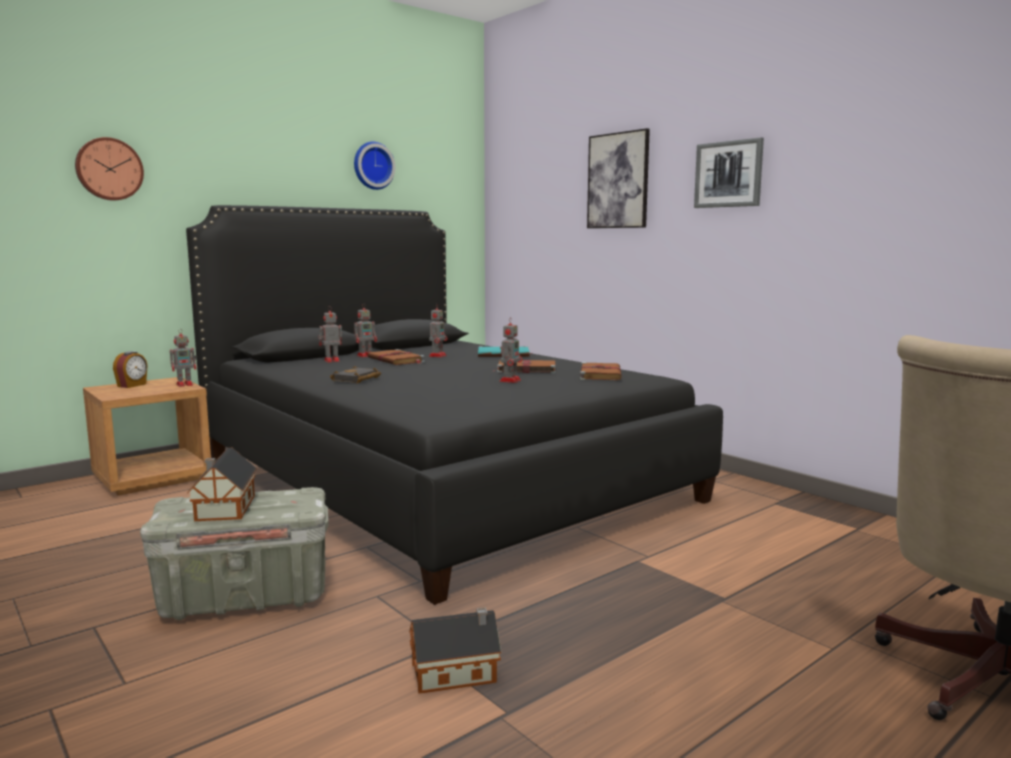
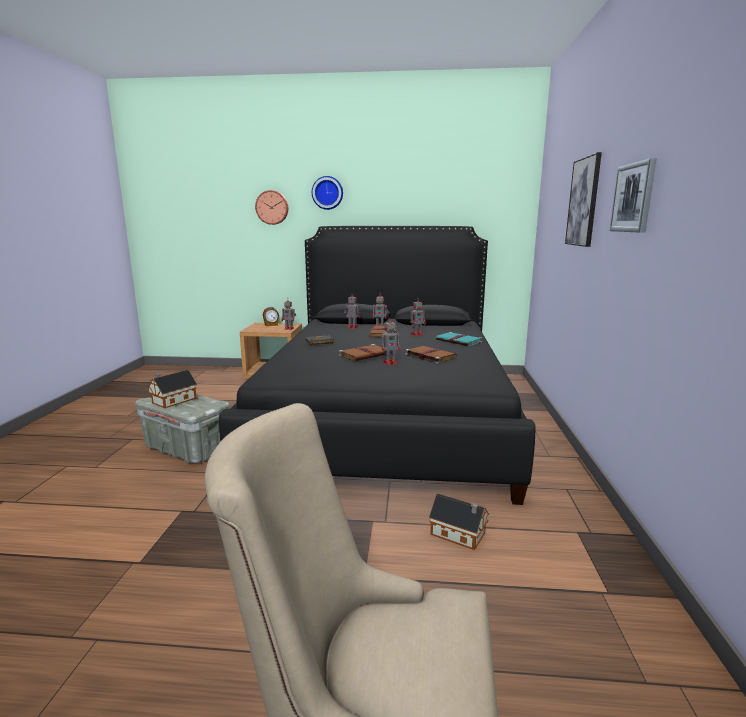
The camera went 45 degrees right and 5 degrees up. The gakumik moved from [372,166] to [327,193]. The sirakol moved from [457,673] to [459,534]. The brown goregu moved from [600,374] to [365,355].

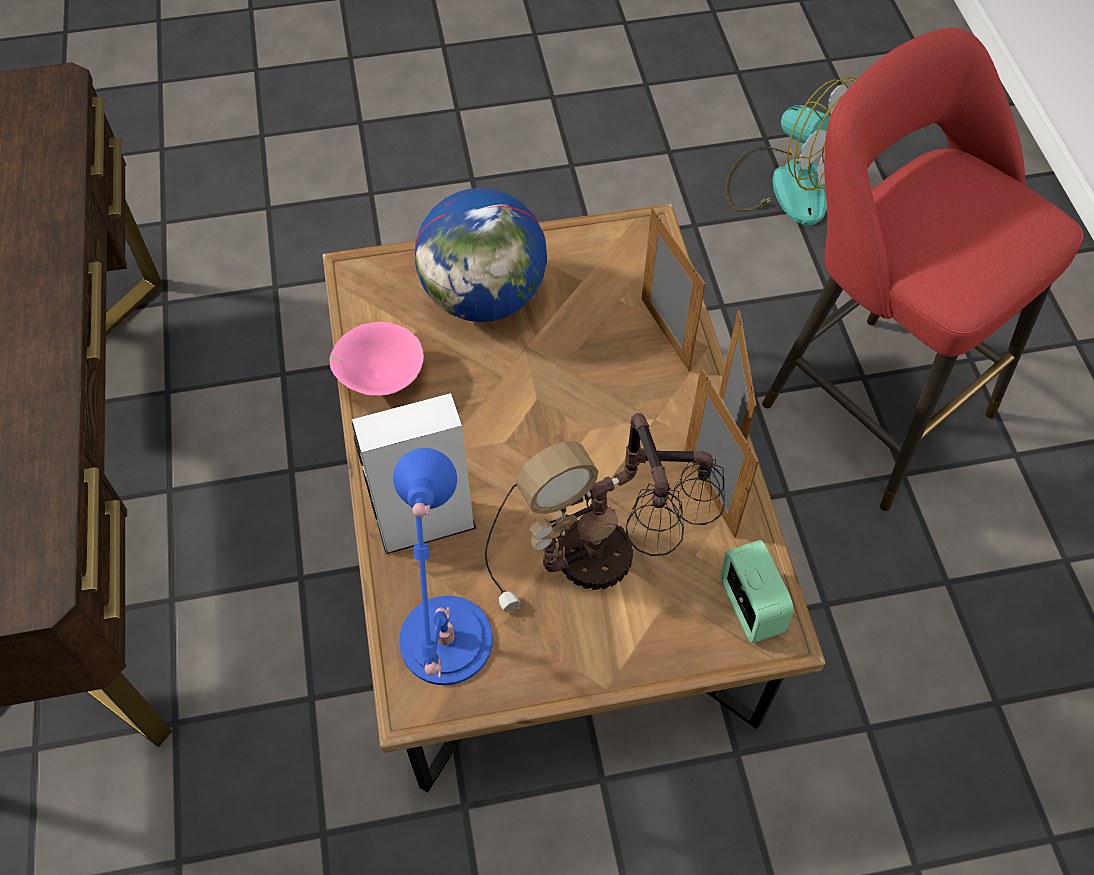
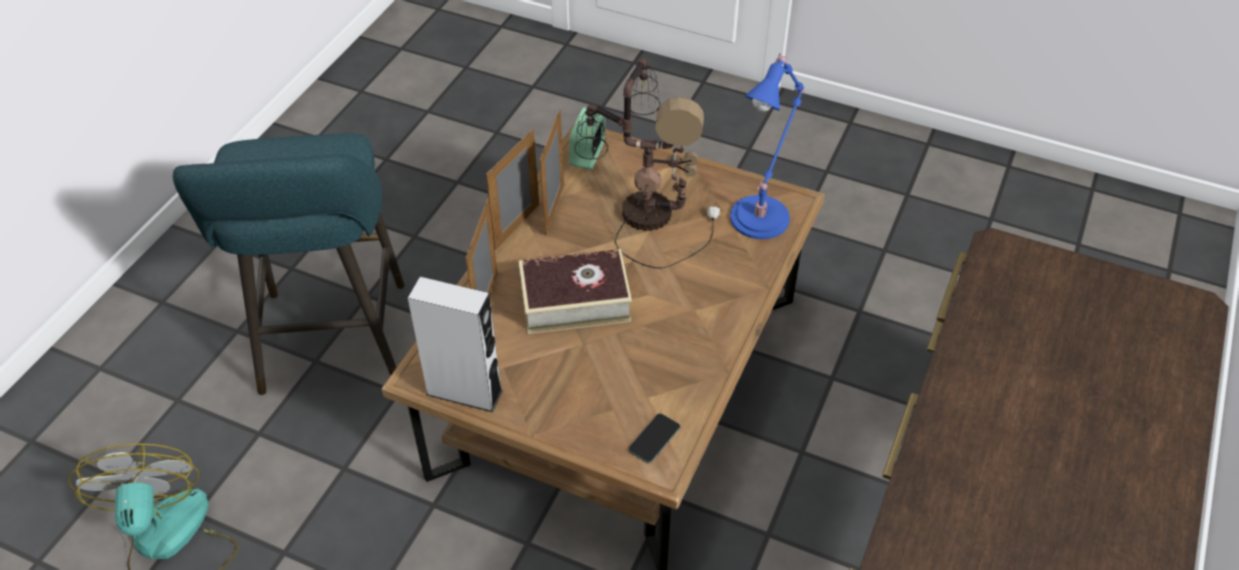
The camera went 145 degrees left and 10 degrees down. The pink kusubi at [379,377] disappeared. The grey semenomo moved from [426,525] to [464,392]. The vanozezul at [484,297] disappeared. The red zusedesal at [867,400] became the turquoise zusedesal at [333,346]. The goregu at [575,301] appeared. The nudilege at [654,438] appeared.

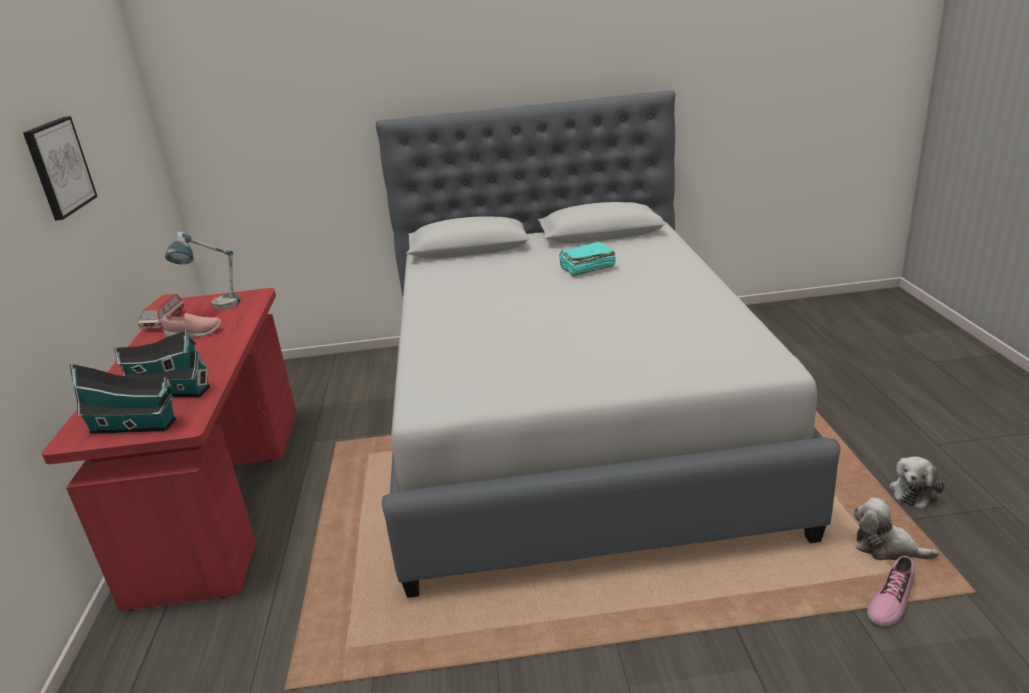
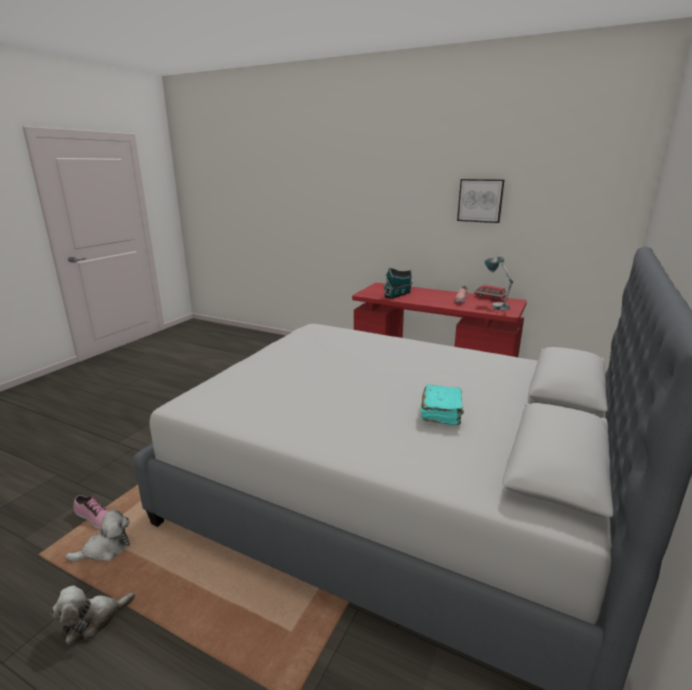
The camera went 120 degrees right and 5 degrees down. The sirakol at [136,426] disappeared. The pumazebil at [890,599] turned 135 degrees clockwise. The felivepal at [914,491] turned 105 degrees counterclockwise.

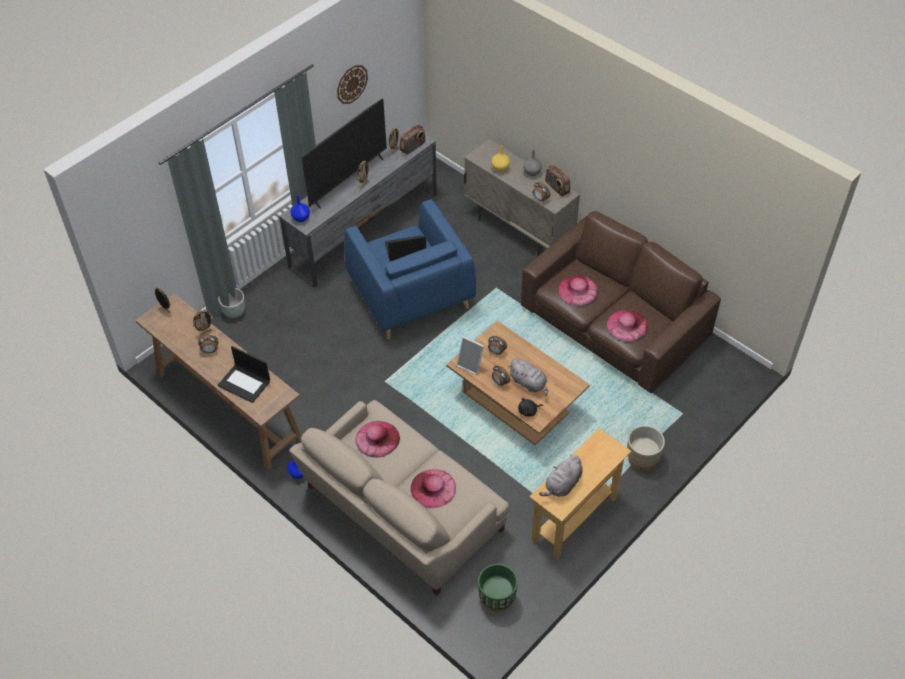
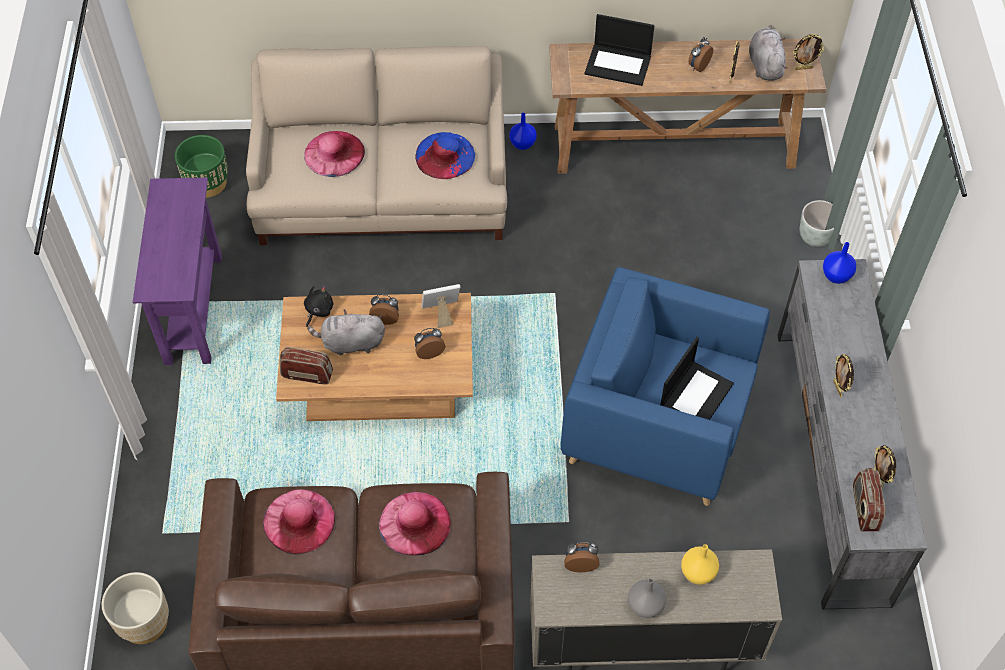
The camera went 135 degrees right and 5 degrees up. The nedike at [245,383] turned 150 degrees counterclockwise. The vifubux at [348,180] disappeared. The gakumik at [351,84] disappeared. The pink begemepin at [377,439] became the blue begemepin at [445,155]. The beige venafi at [574,518] became the purple venafi at [193,309]. The grey felivepal moved from [562,485] to [765,64]. The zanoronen moved from [557,188] to [307,374]. The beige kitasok moved from [642,459] to [144,622].

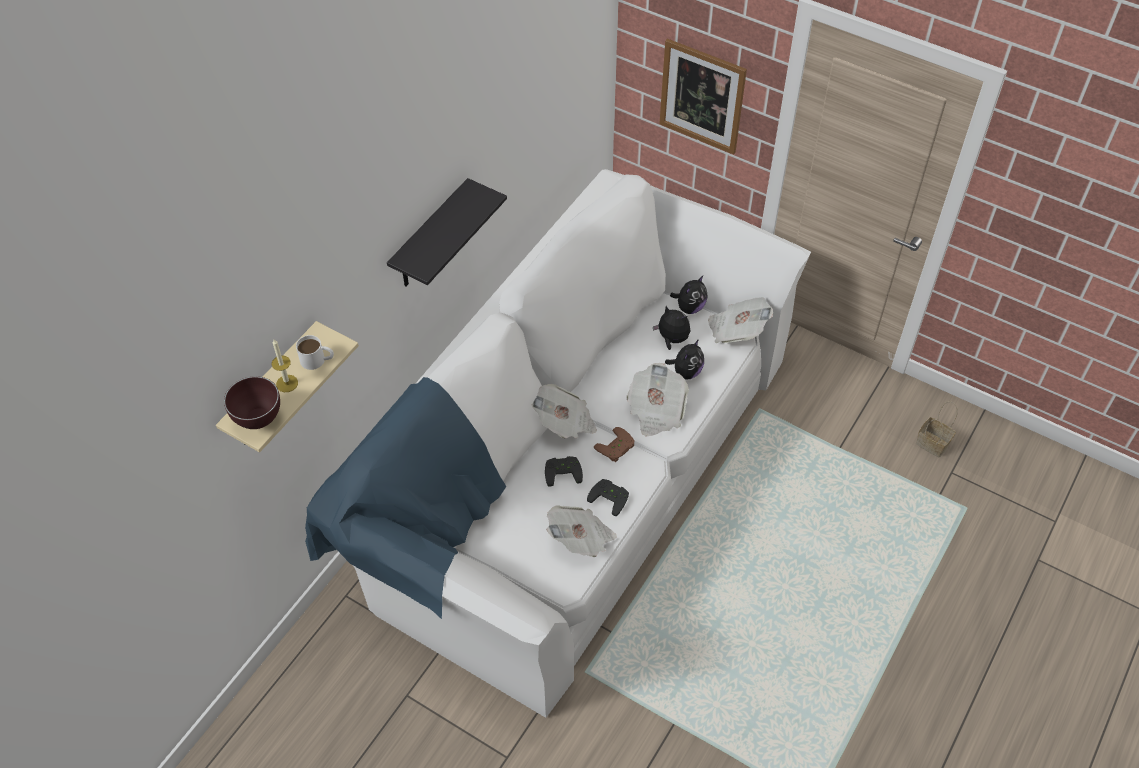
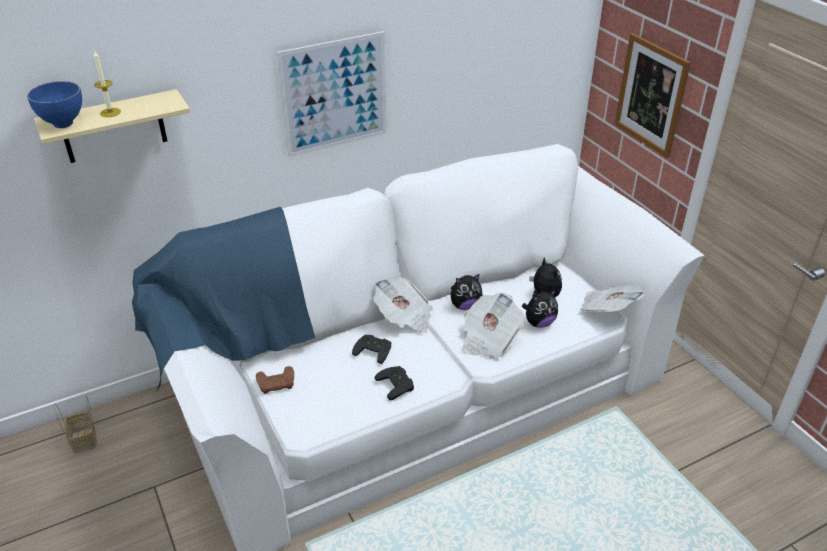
The camera went 30 degrees right and 15 degrees down. The brown kusubi at [257,421] became the blue kusubi at [62,124]. The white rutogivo at [317,360] disappeared. The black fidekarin at [430,237] was replaced by the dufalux at [334,94]. The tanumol at [581,539] disappeared. The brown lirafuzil moved from [616,448] to [276,384]. The felivepal moved from [689,307] to [465,306]. The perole moved from [933,444] to [85,441].

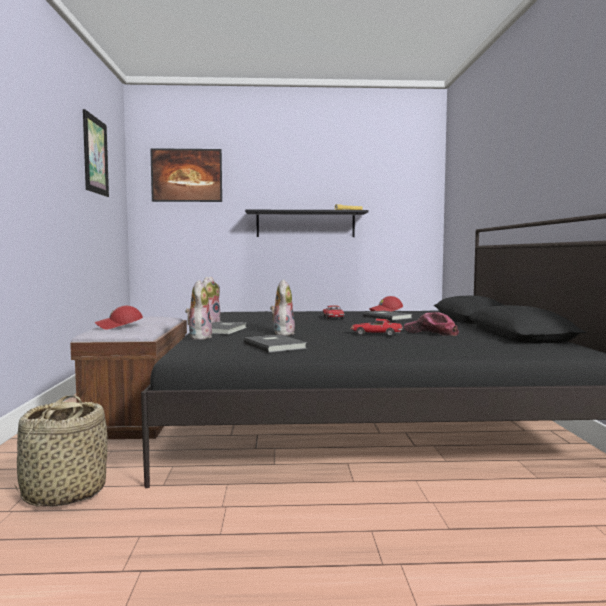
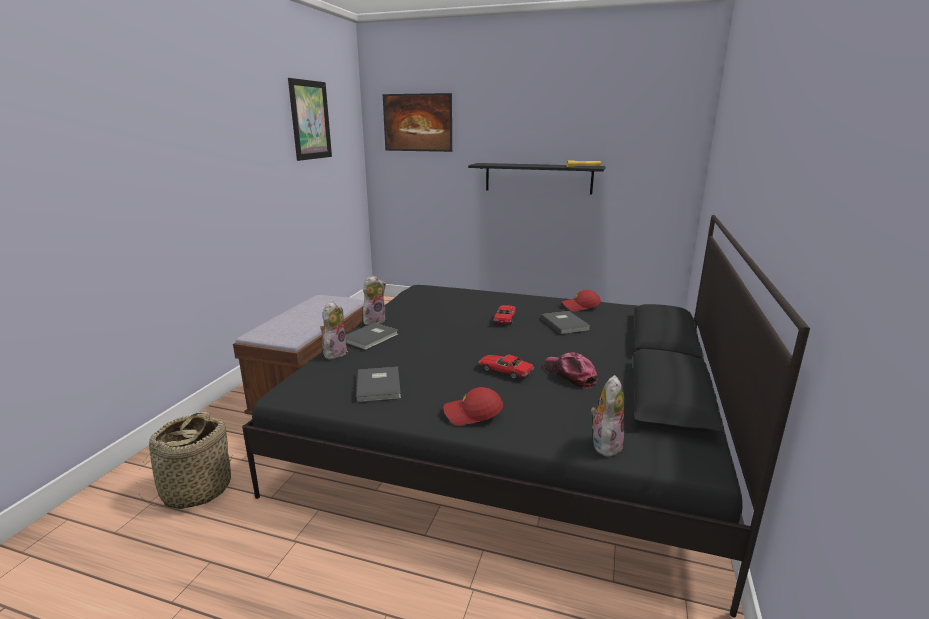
The camera went 20 degrees right and 15 degrees up. The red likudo moved from [119,326] to [472,414]. The felivepal moved from [282,333] to [605,443].

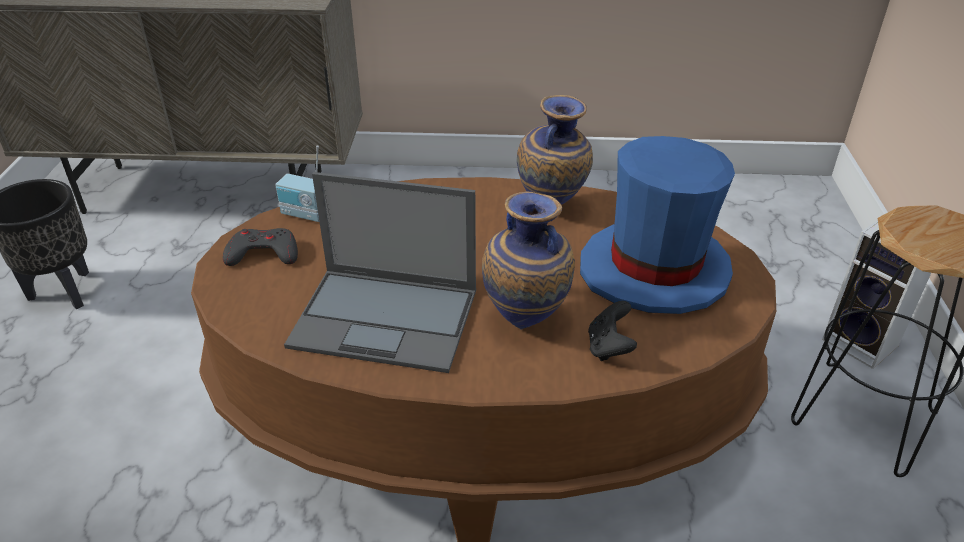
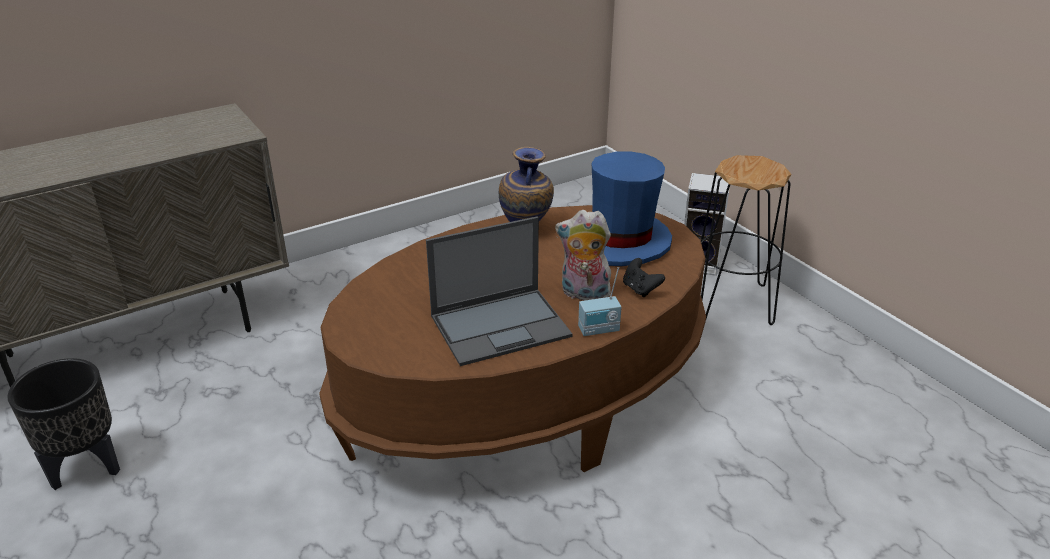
The camera went 35 degrees left and 5 degrees down. The grey lirafuzil at [263,253] disappeared. The zanoronen moved from [304,215] to [599,330]. The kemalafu at [526,321] was replaced by the felivepal at [583,294].

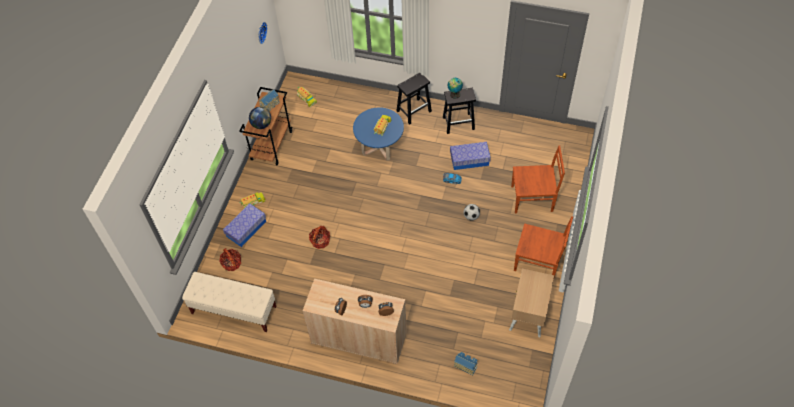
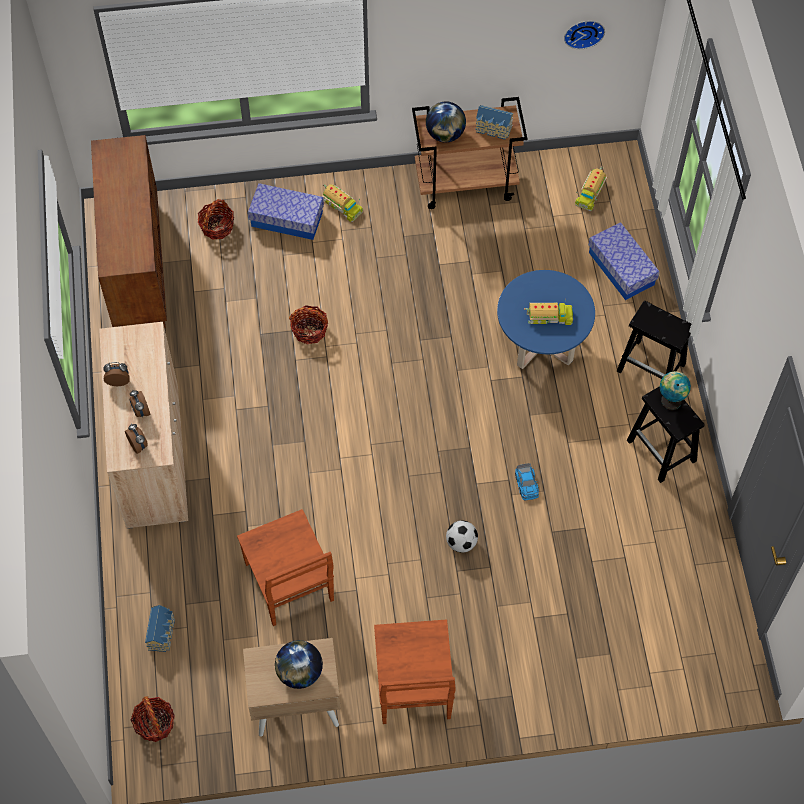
The camera went 65 degrees right and 5 degrees up. The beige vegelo at [233,310] was replaced by the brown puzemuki at [136,265]. The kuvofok moved from [469,160] to [621,268]. The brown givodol moved from [533,198] to [289,584]. The perole at [155,724] appeared. The vanozezul at [299,672] appeared.

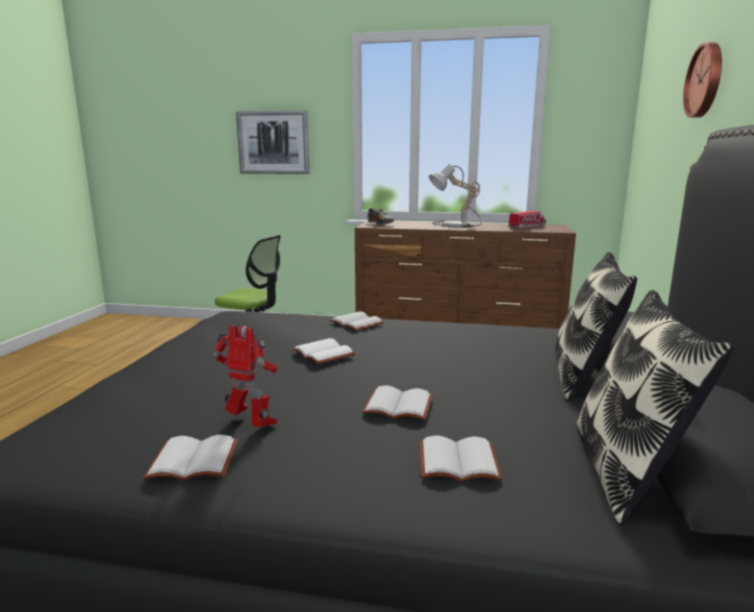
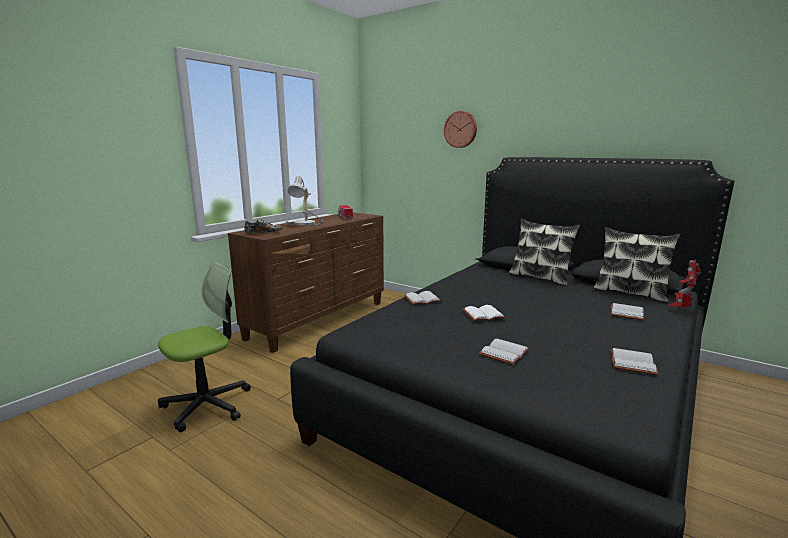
The camera went 65 degrees left and 0 degrees up. The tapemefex moved from [251,424] to [680,309]. The dufalux at [273,142] disappeared. The white goregu moved from [400,405] to [503,352].

